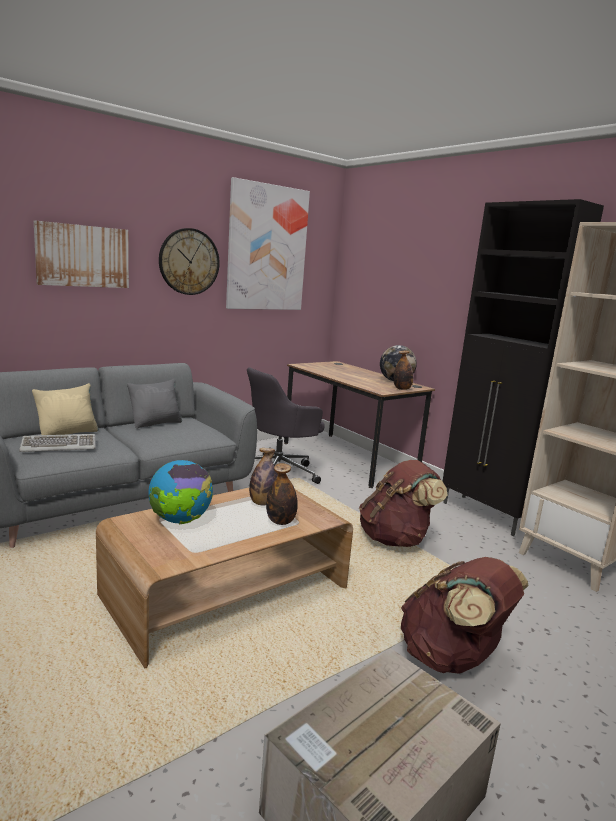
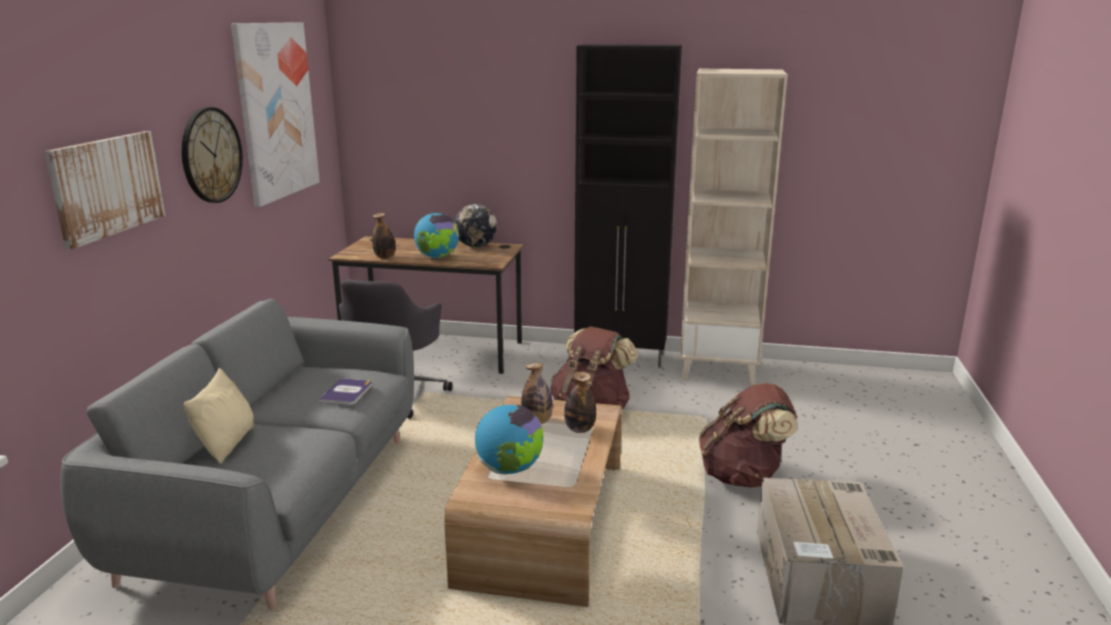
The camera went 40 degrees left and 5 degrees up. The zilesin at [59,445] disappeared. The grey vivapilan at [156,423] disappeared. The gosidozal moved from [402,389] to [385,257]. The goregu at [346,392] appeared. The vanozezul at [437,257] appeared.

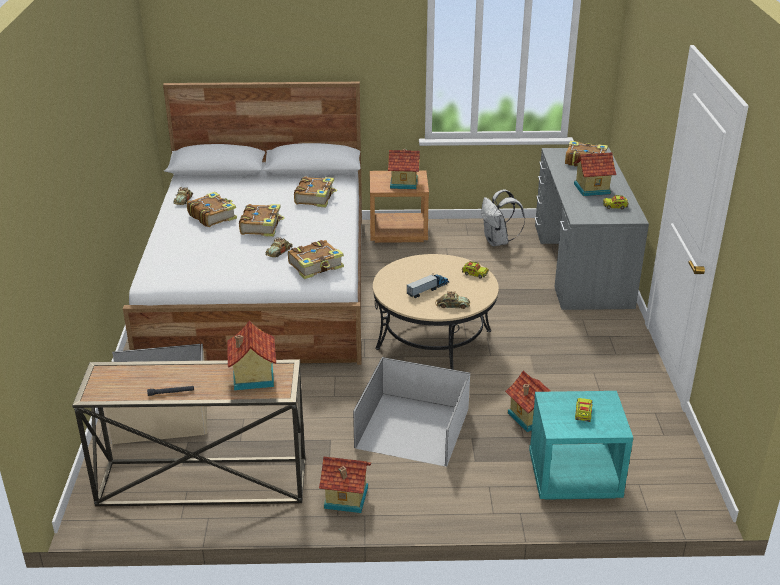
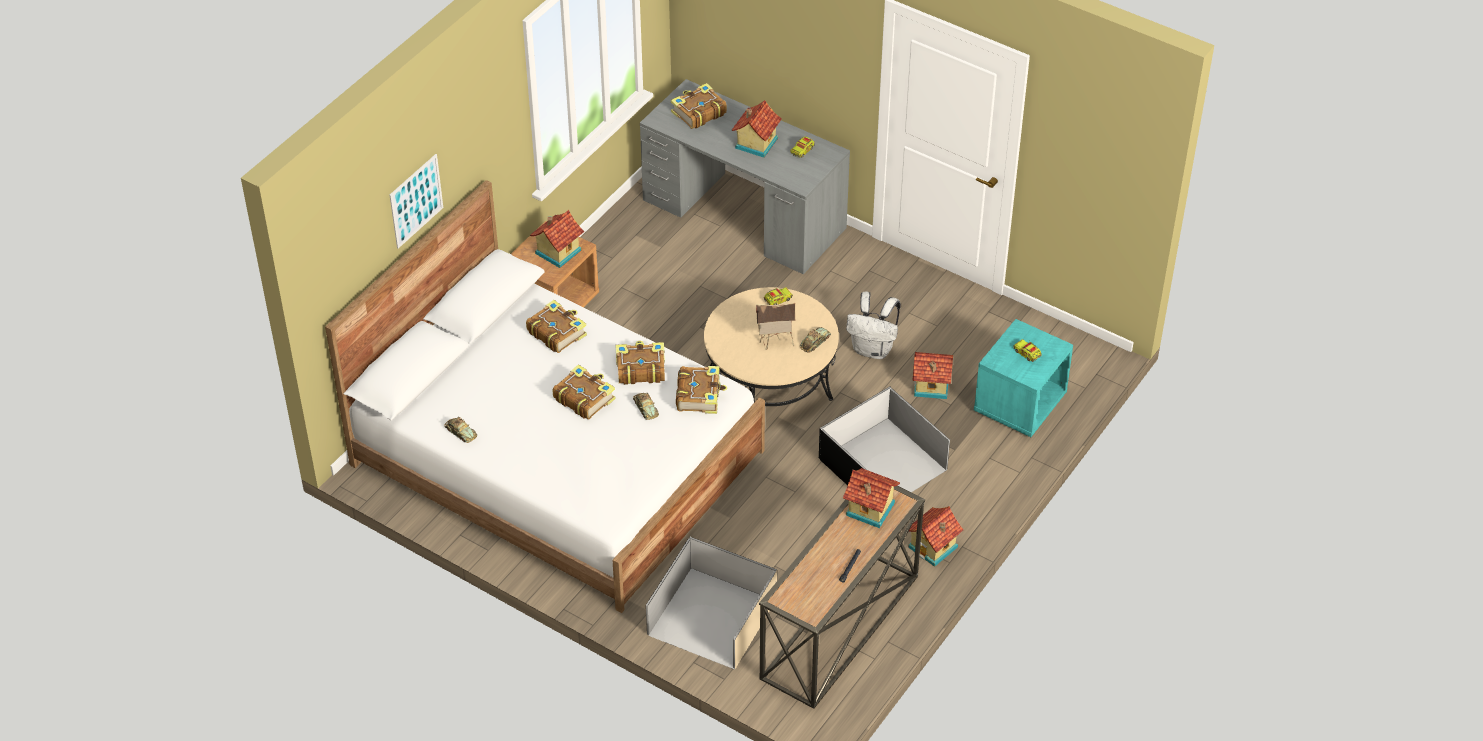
The camera went 55 degrees left and 15 degrees up. The goregu moved from [212,216] to [640,369]. The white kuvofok at [411,428] became the black kuvofok at [881,465]. The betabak at [428,289] was replaced by the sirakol at [775,343]. The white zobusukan moved from [498,242] to [873,349]. The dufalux at [416,201] appeared.

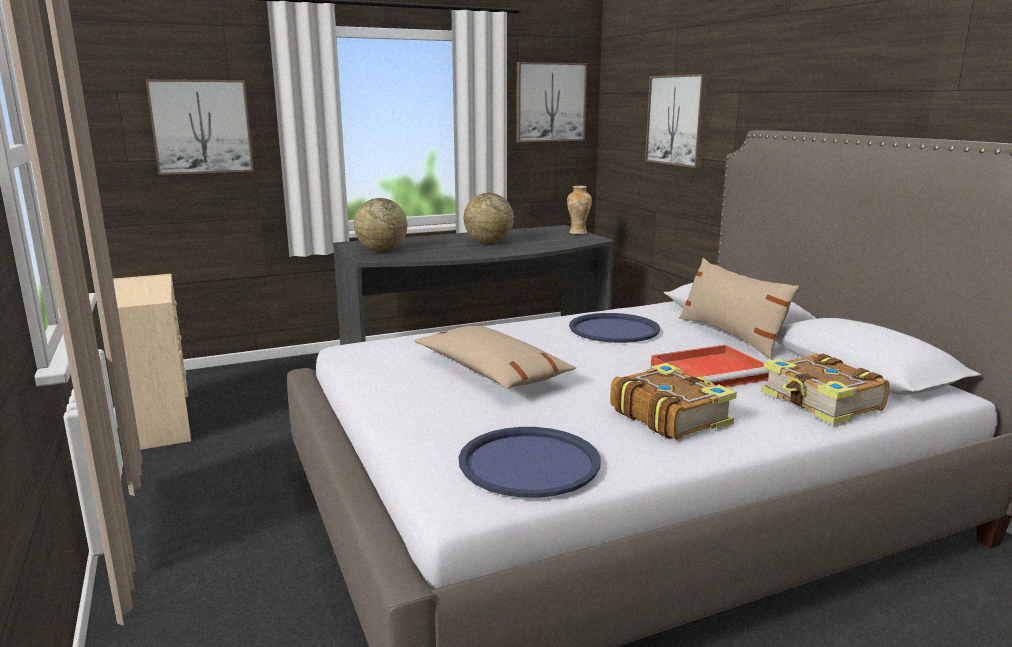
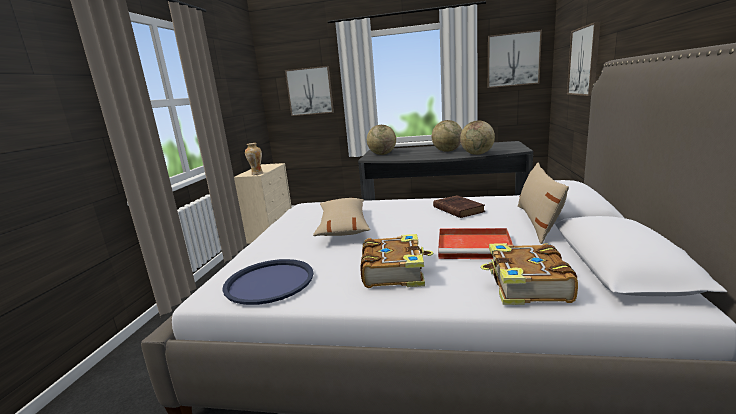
The camera went 35 degrees right and 0 degrees up. The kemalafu moved from [578,233] to [257,174]. The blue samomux at [613,329] was replaced by the brown goregu at [457,209]. The vanozezul at [477,154] appeared.

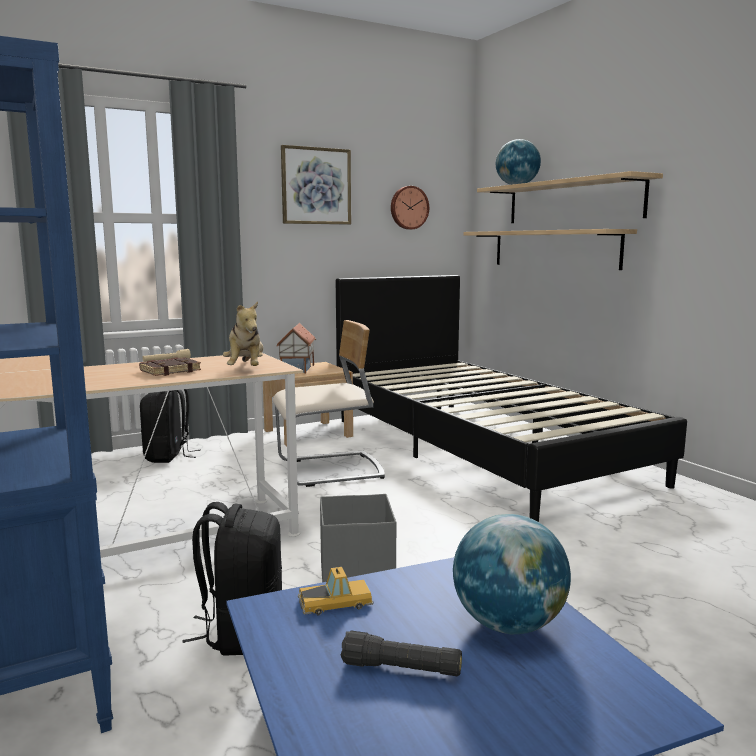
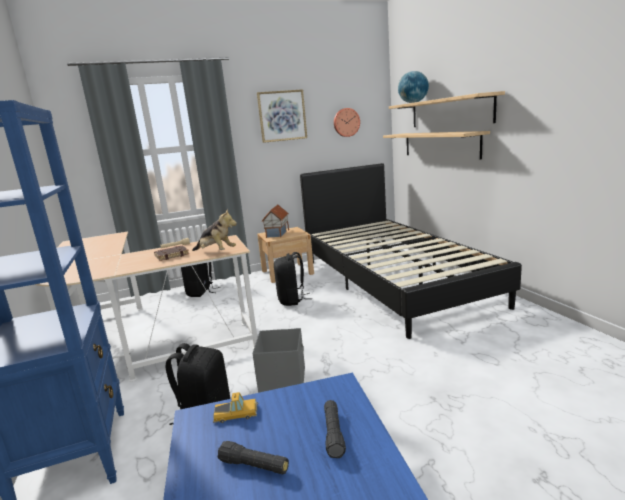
The camera went 10 degrees right and 5 degrees up. The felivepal at [246,369] turned 60 degrees counterclockwise. The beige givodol at [330,470] was replaced by the black zobusukan at [292,300]. The vanozezul at [509,625] was replaced by the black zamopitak at [333,434].

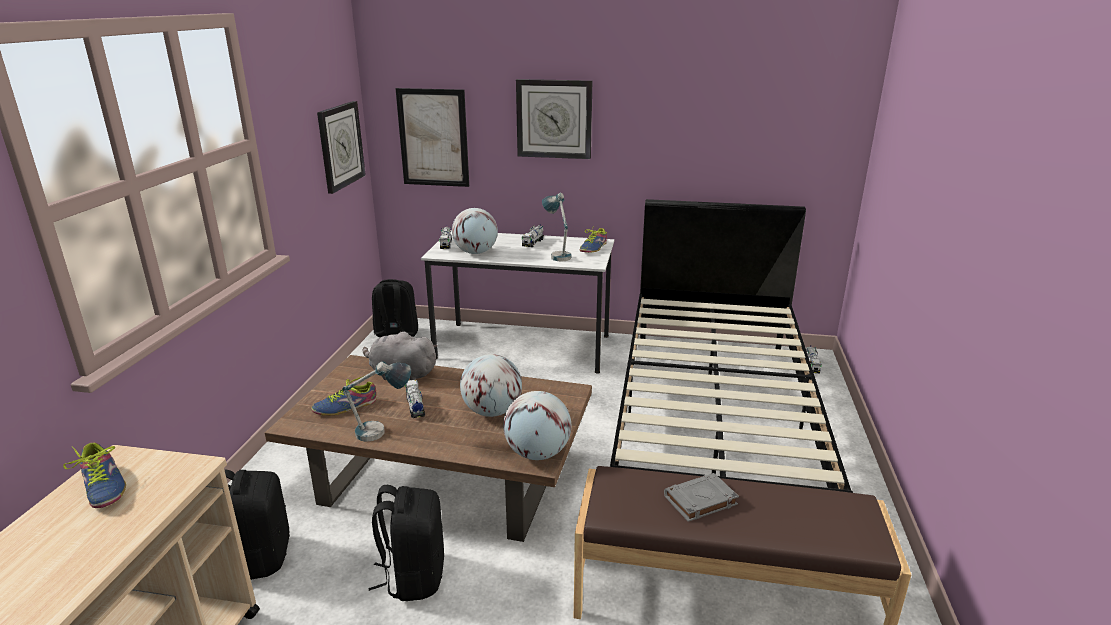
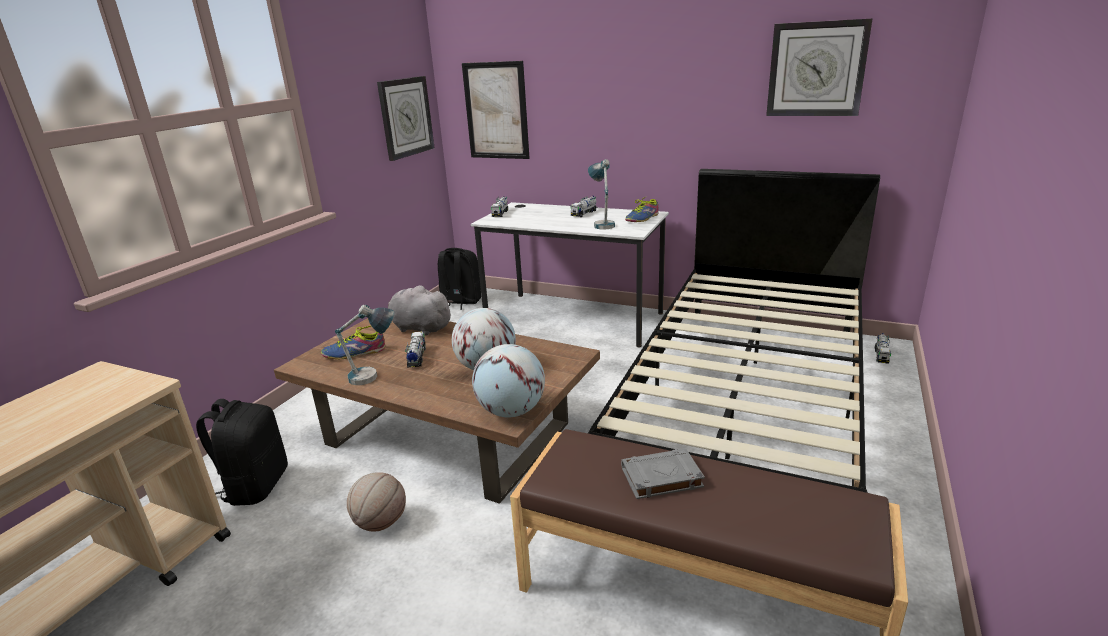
The camera went 15 degrees right and 0 degrees up. The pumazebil at [104,486] disappeared. The black zobusukan at [414,576] was replaced by the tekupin at [380,523]. The vanozezul at [476,252] disappeared. The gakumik moved from [554,119] to [816,69].

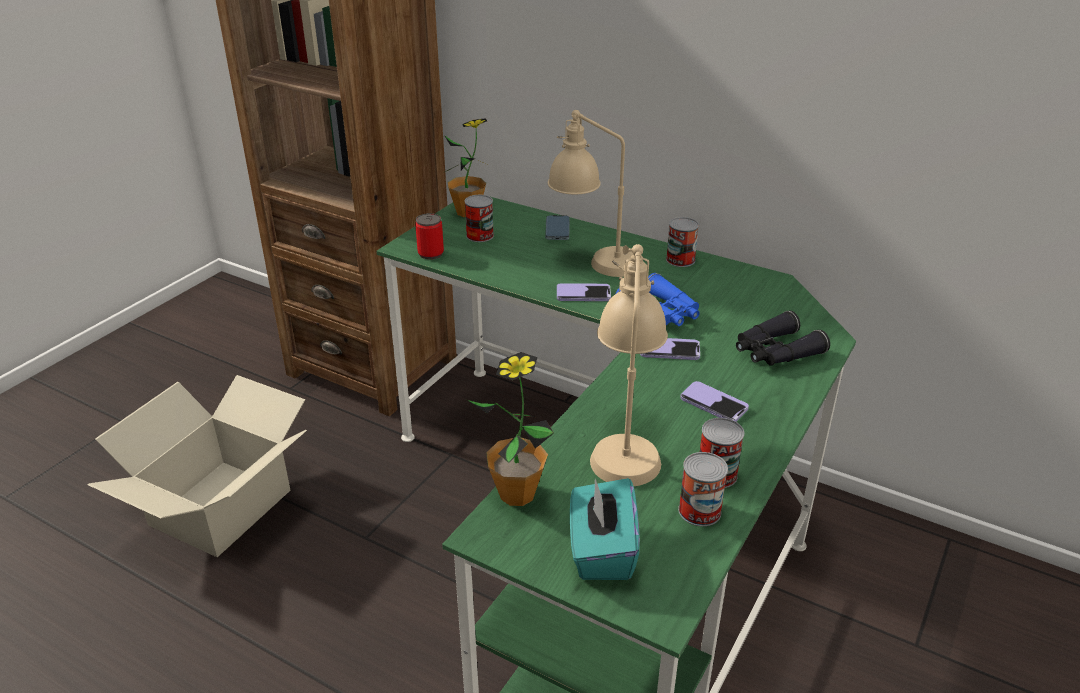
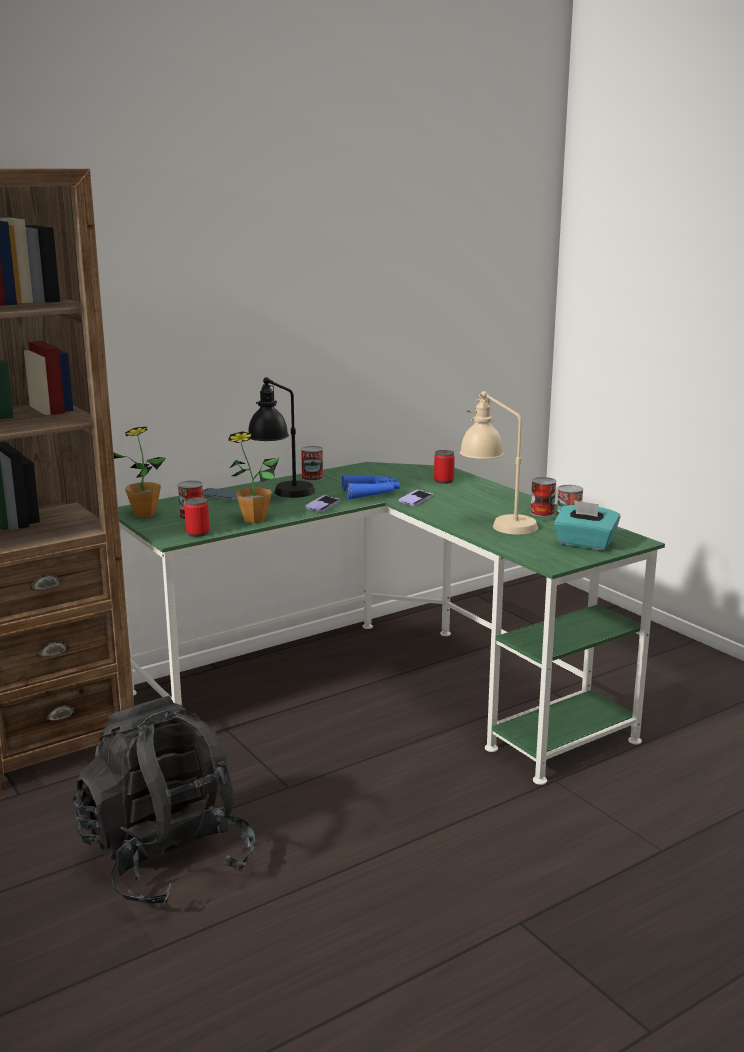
The camera went 65 degrees left and 15 degrees down. The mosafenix at [219,507] was replaced by the black zobusukan at [167,860]. The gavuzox moved from [517,493] to [254,519]. The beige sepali at [593,262] became the black sepali at [282,496]. The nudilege at [713,404] disappeared. The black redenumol at [775,352] was replaced by the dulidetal at [443,481].

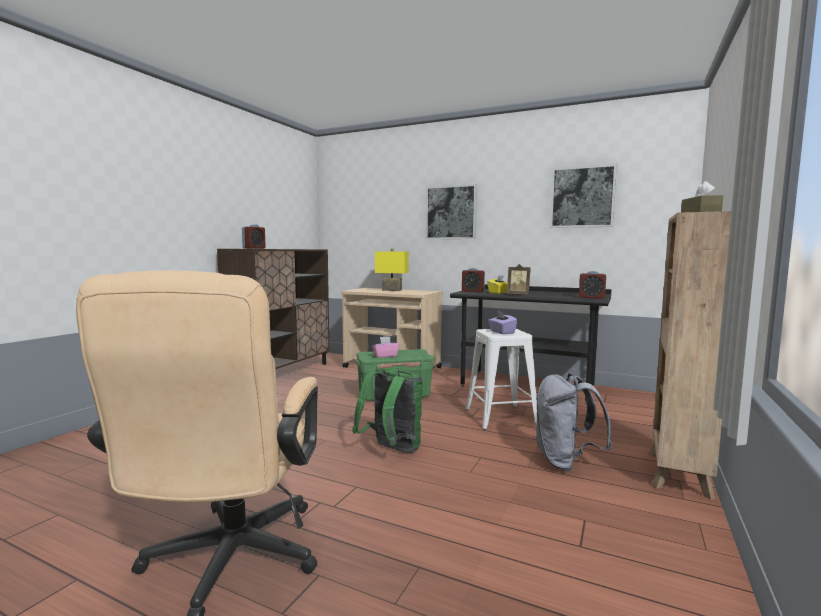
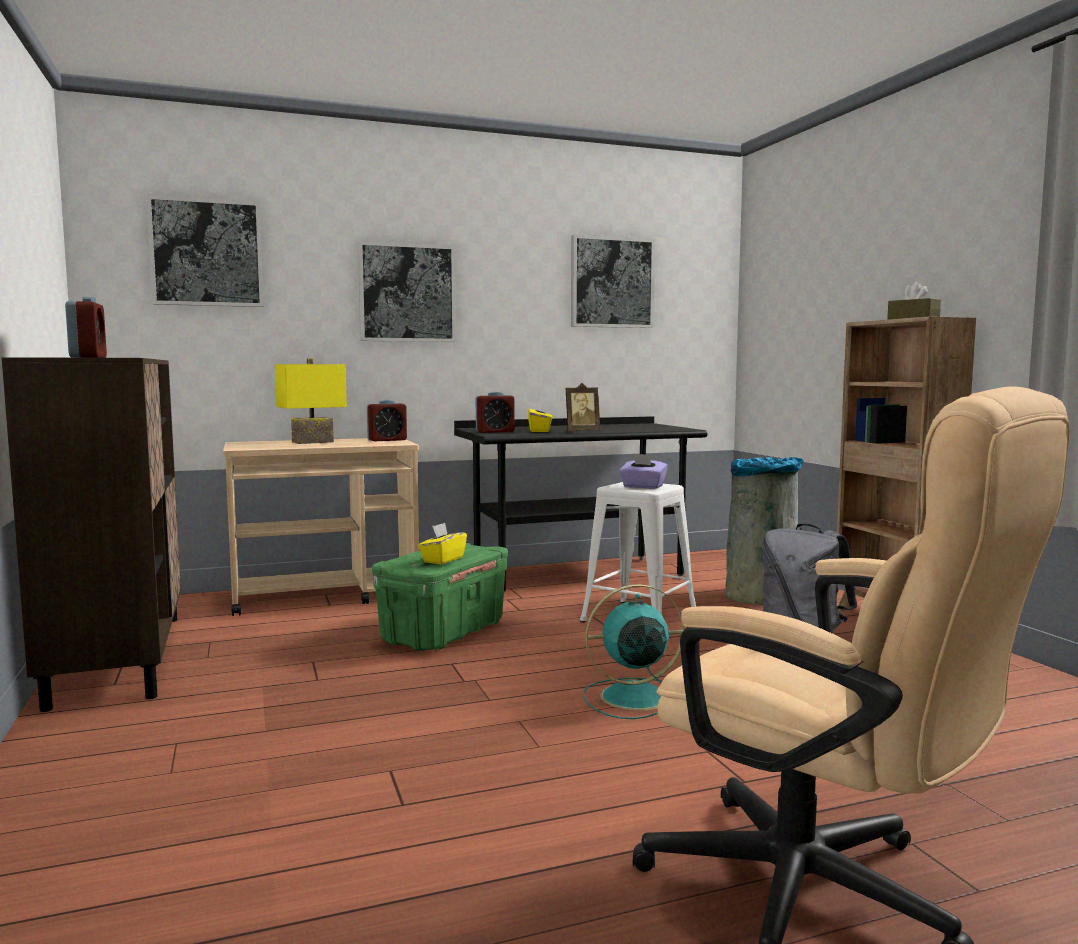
The camera went 45 degrees left and 0 degrees up. The green zobusukan at [391,450] was replaced by the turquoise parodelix at [631,697]. The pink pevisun at [385,355] became the yellow pevisun at [442,560]. The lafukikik moved from [591,297] to [387,440]. The dufalux at [207,253] appeared. The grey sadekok at [761,595] appeared.

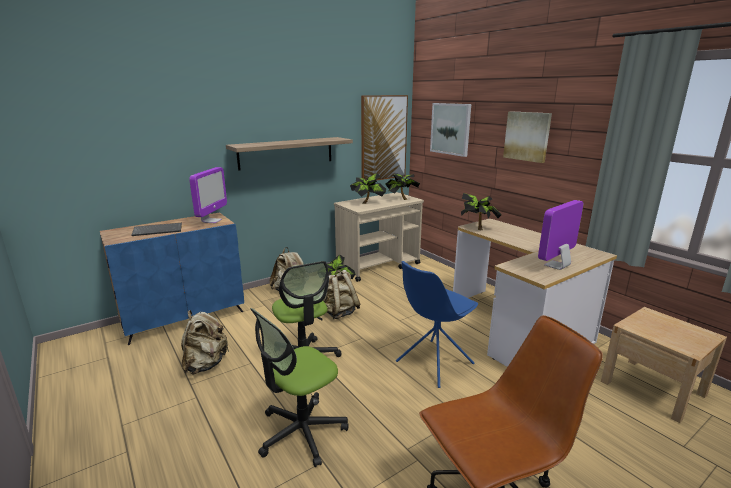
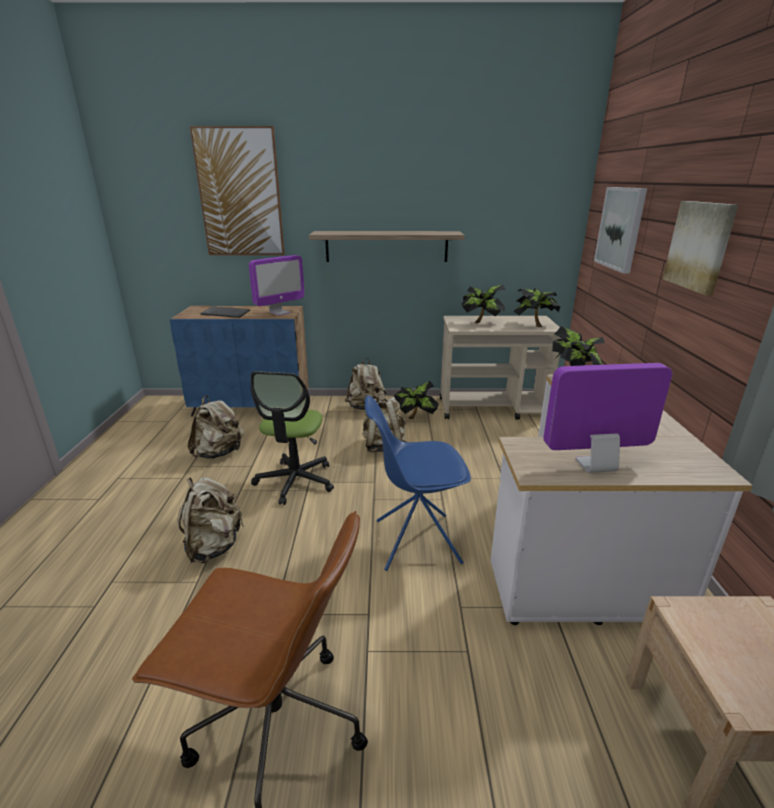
The camera went 35 degrees right and 5 degrees up. The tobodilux at [301,432] was replaced by the beige zobusukan at [214,546]. The dufalux moved from [383,138] to [240,193].

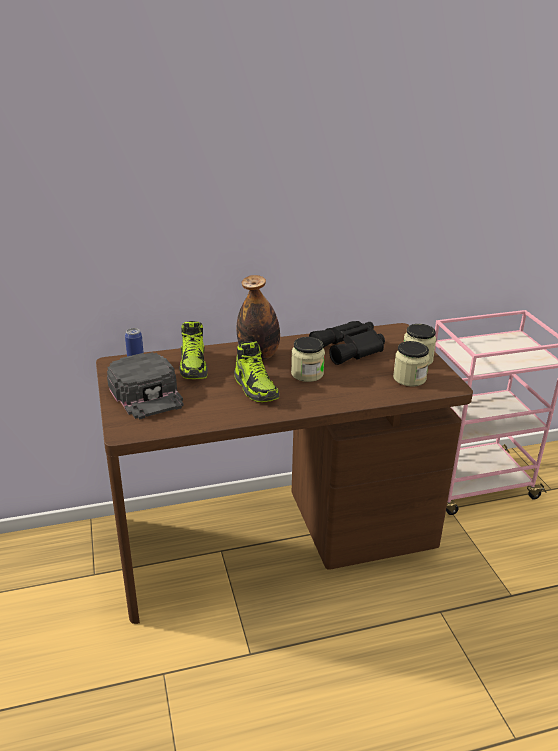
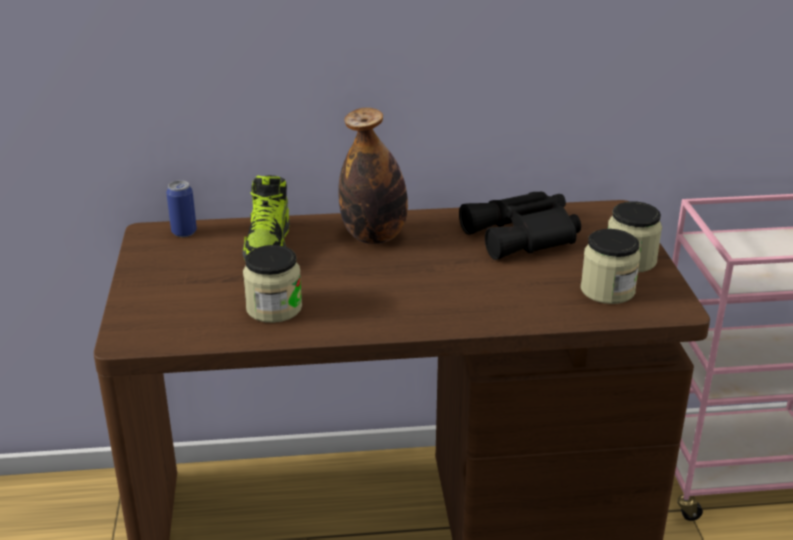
The camera went 10 degrees right and 0 degrees up. The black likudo at [147,393] disappeared. The pumazebil at [255,388] disappeared. The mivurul moved from [307,374] to [274,308].

